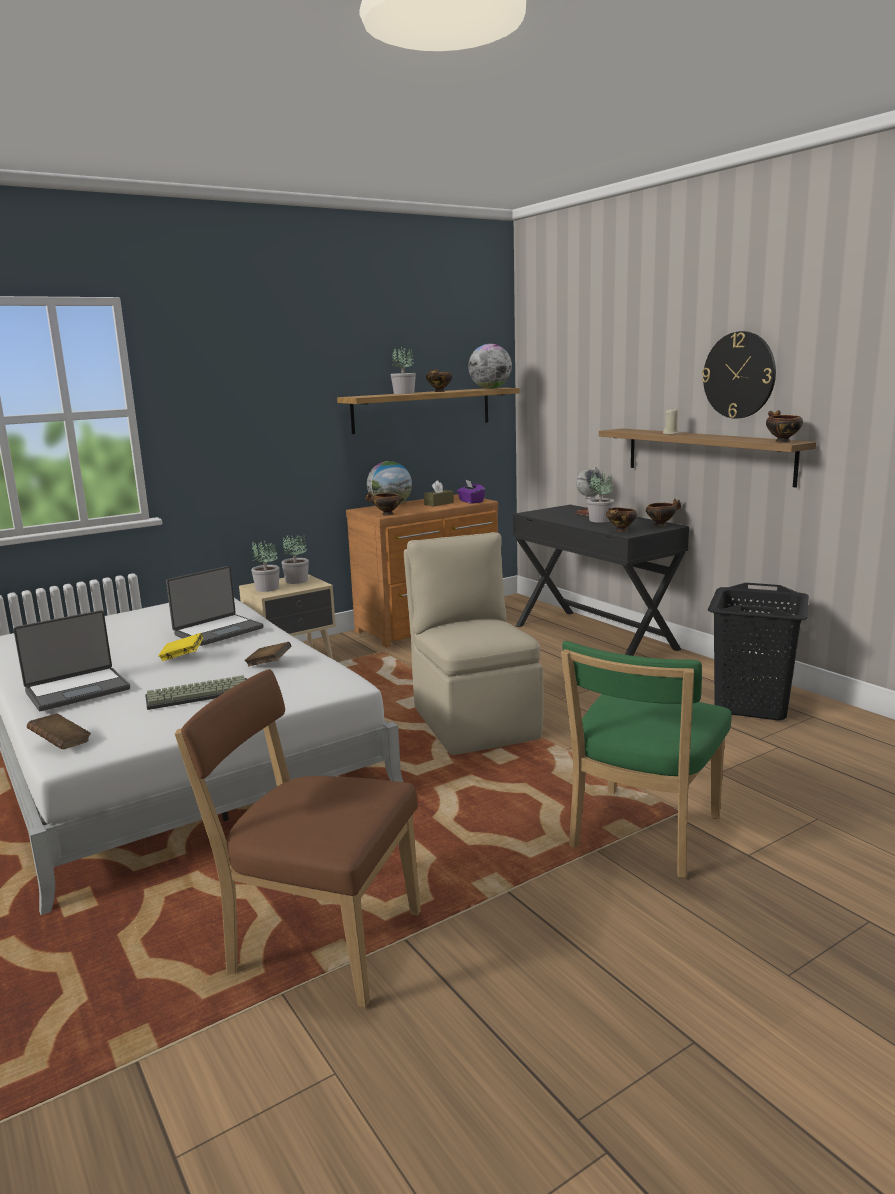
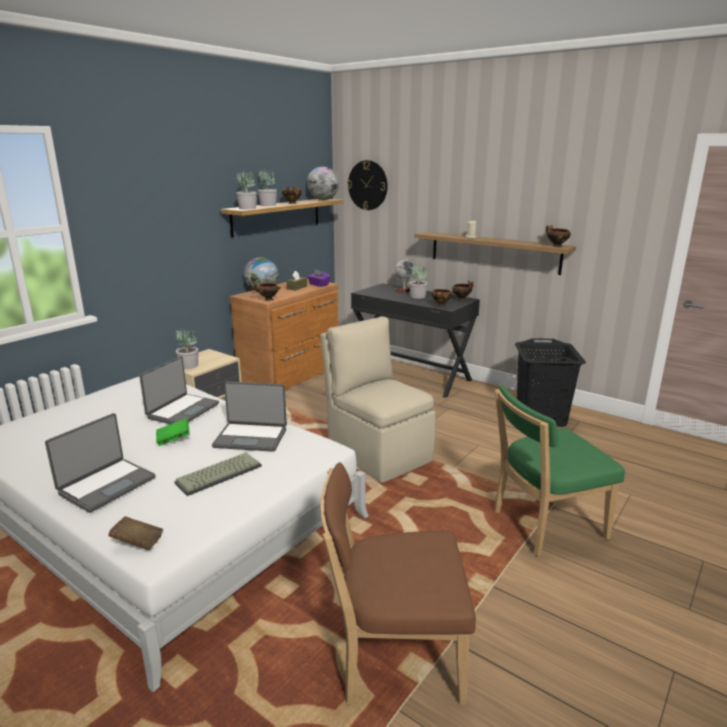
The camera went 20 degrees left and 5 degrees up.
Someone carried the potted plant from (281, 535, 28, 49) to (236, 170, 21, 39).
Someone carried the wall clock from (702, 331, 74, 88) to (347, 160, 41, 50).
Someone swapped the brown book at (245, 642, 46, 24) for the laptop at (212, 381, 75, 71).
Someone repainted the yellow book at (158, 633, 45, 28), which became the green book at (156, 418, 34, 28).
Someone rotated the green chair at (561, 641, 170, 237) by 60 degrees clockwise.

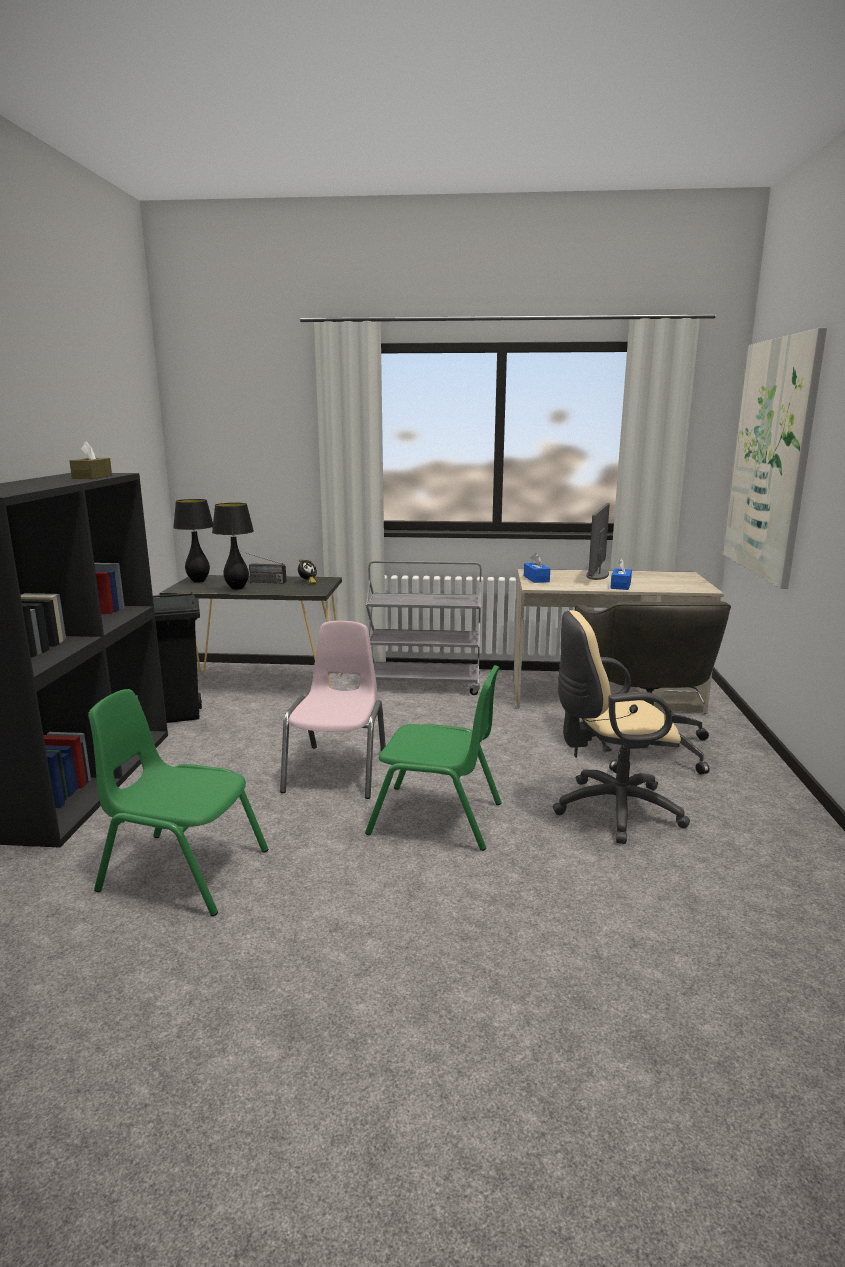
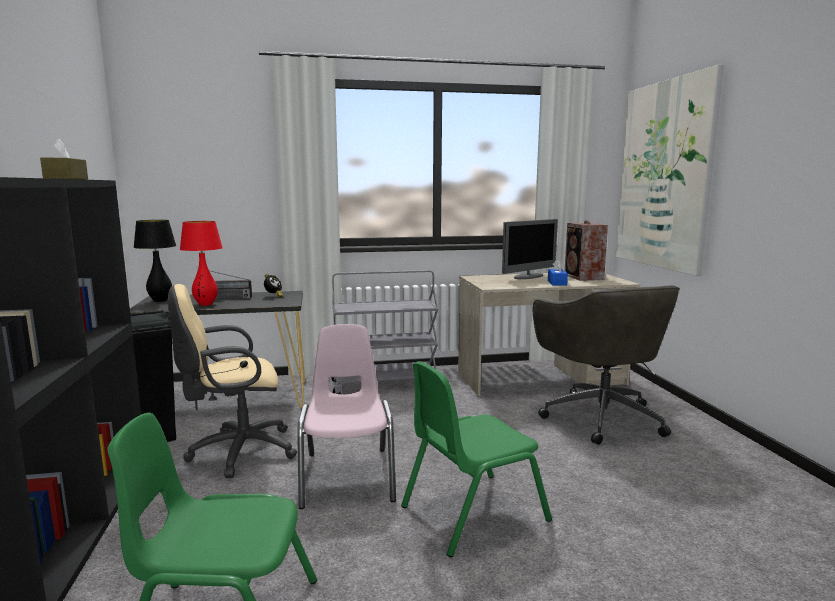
The camera went 15 degrees left and 5 degrees down.
Someone took away the blue tissue box at (524, 553, 26, 30).
Someone put down the speaker at (565, 221, 43, 60).
Someone carried the beige office chair from (553, 610, 137, 234) to (168, 284, 129, 194).
Someone repainted the black table lamp at (212, 503, 42, 87), which became the red table lamp at (180, 221, 43, 85).
Someone rotated the green chair at (365, 665, 137, 186) by 150 degrees clockwise.
Someone rotated the monitor at (586, 503, 24, 77) by 135 degrees counterclockwise.

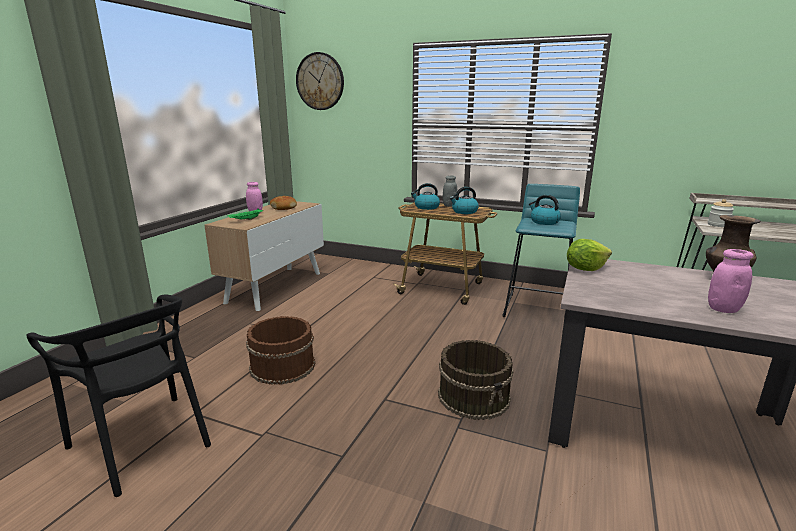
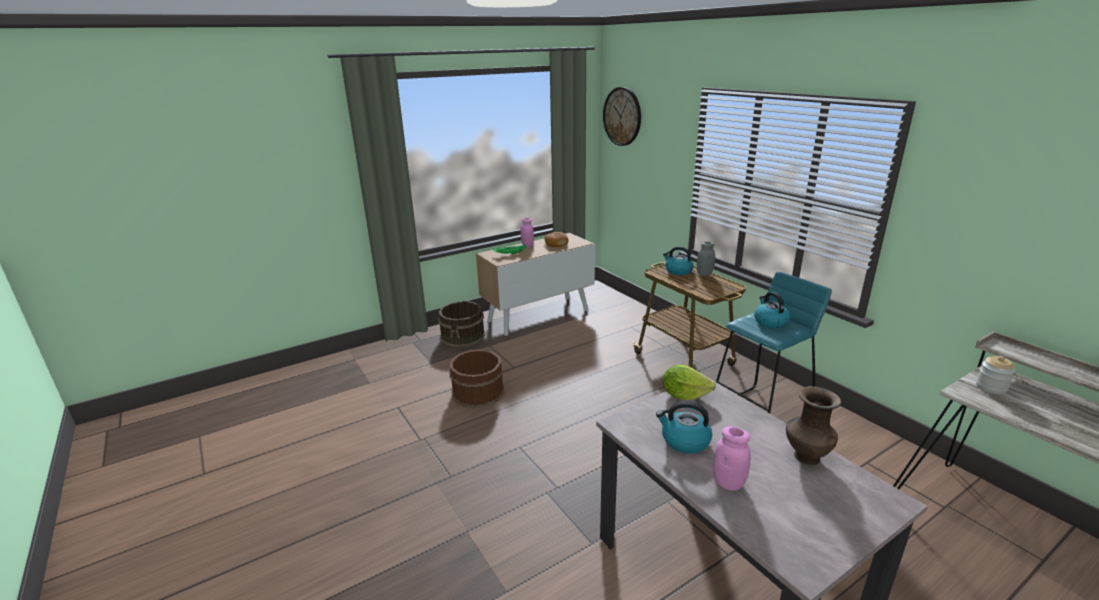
The camera went 35 degrees right and 5 degrees up.
Someone took away the black chair at (26, 295, 185, 202).
Someone carried the brown bucket from (438, 340, 76, 80) to (438, 301, 47, 46).
Someone carried the kettle from (450, 187, 29, 27) to (656, 401, 56, 53).

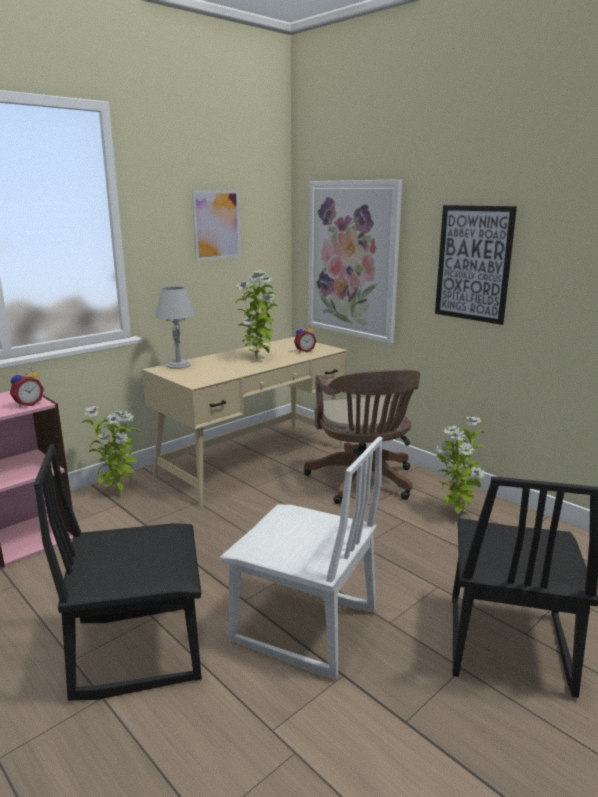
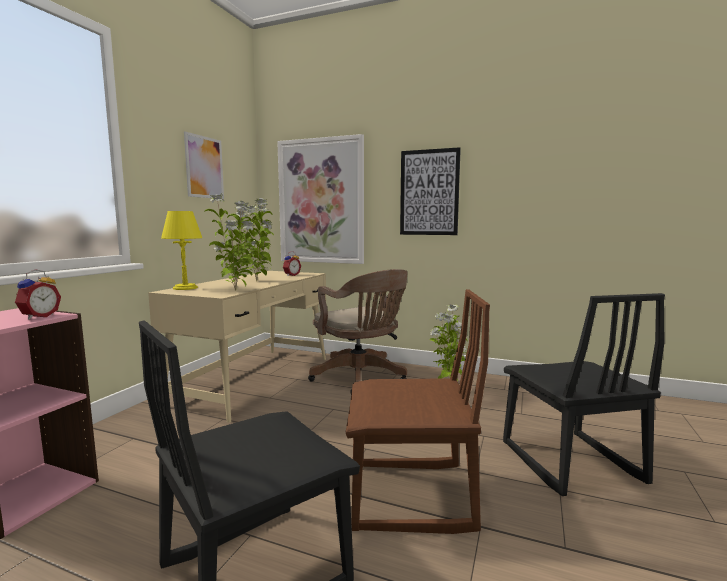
The camera went 25 degrees left and 10 degrees down.
Someone carried the potted plant from (83, 406, 56, 87) to (205, 193, 51, 98).
Someone repainted the grey table lamp at (155, 286, 40, 83), which became the yellow table lamp at (161, 211, 42, 79).
Someone repainted the white chair at (220, 436, 163, 243), which became the brown chair at (346, 289, 144, 245).

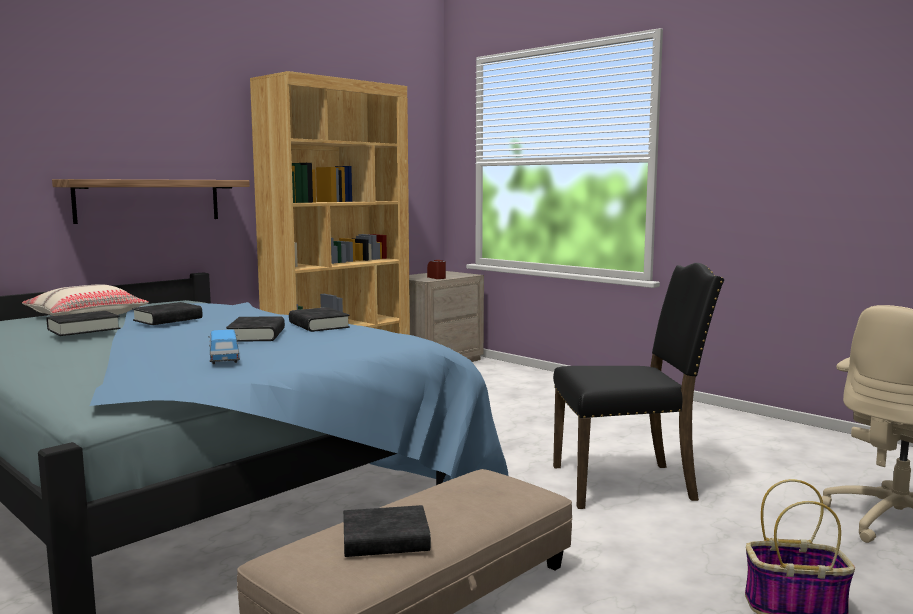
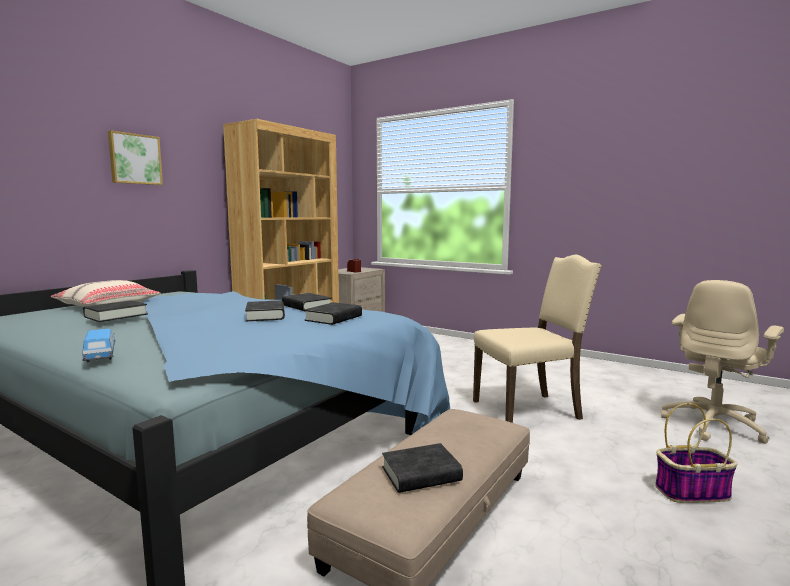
The camera went 10 degrees left and 0 degrees up.
Someone took away the shelf at (52, 179, 198, 45).
Someone put up the picture at (108, 130, 55, 55).
Someone carried the black book from (132, 302, 71, 23) to (304, 302, 58, 23).
Someone carried the toy car from (209, 329, 31, 35) to (82, 329, 33, 33).
Someone repainted the black chair at (553, 263, 171, 246), which became the beige chair at (473, 255, 129, 168).

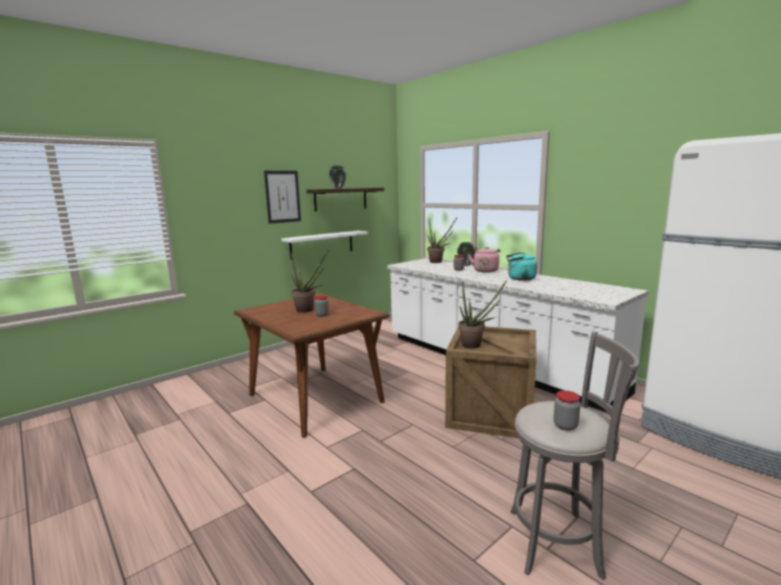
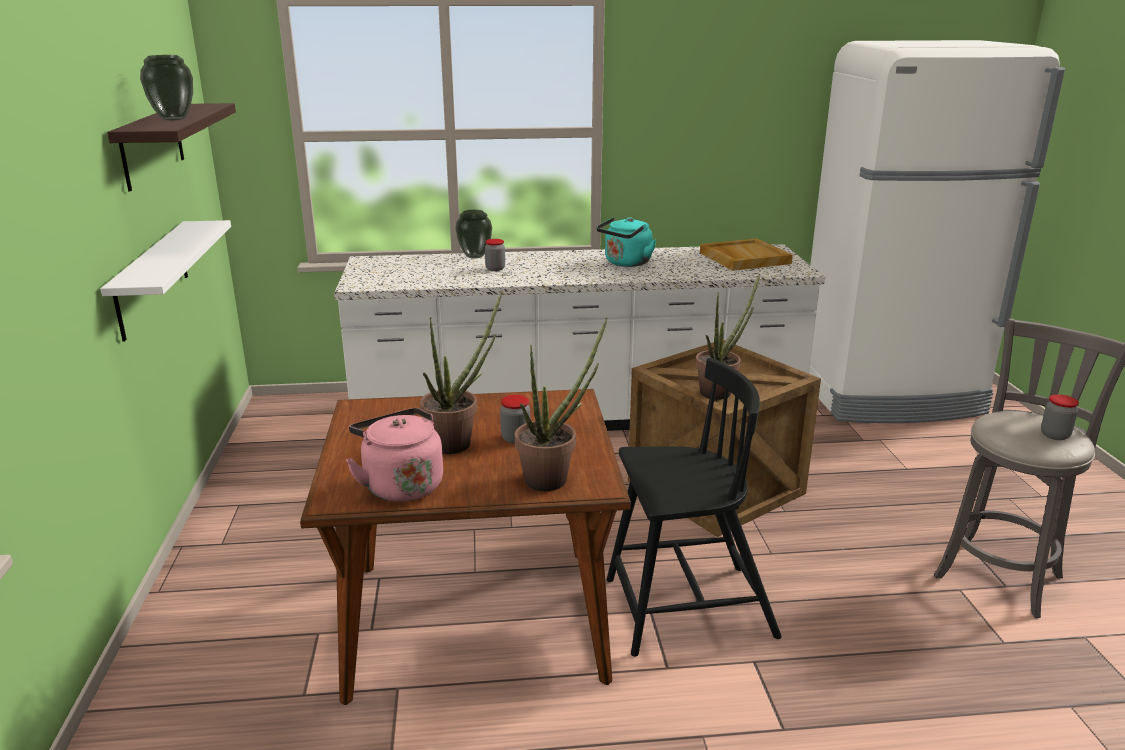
The camera went 55 degrees left and 10 degrees up.
Someone took away the picture at (264, 171, 37, 53).
Someone put down the black chair at (607, 358, 175, 299).
Someone put down the beige tray at (700, 238, 93, 33).
Someone carried the potted plant from (427, 218, 30, 45) to (515, 318, 92, 173).
Someone carried the pink kettle from (469, 247, 31, 26) to (346, 408, 97, 94).

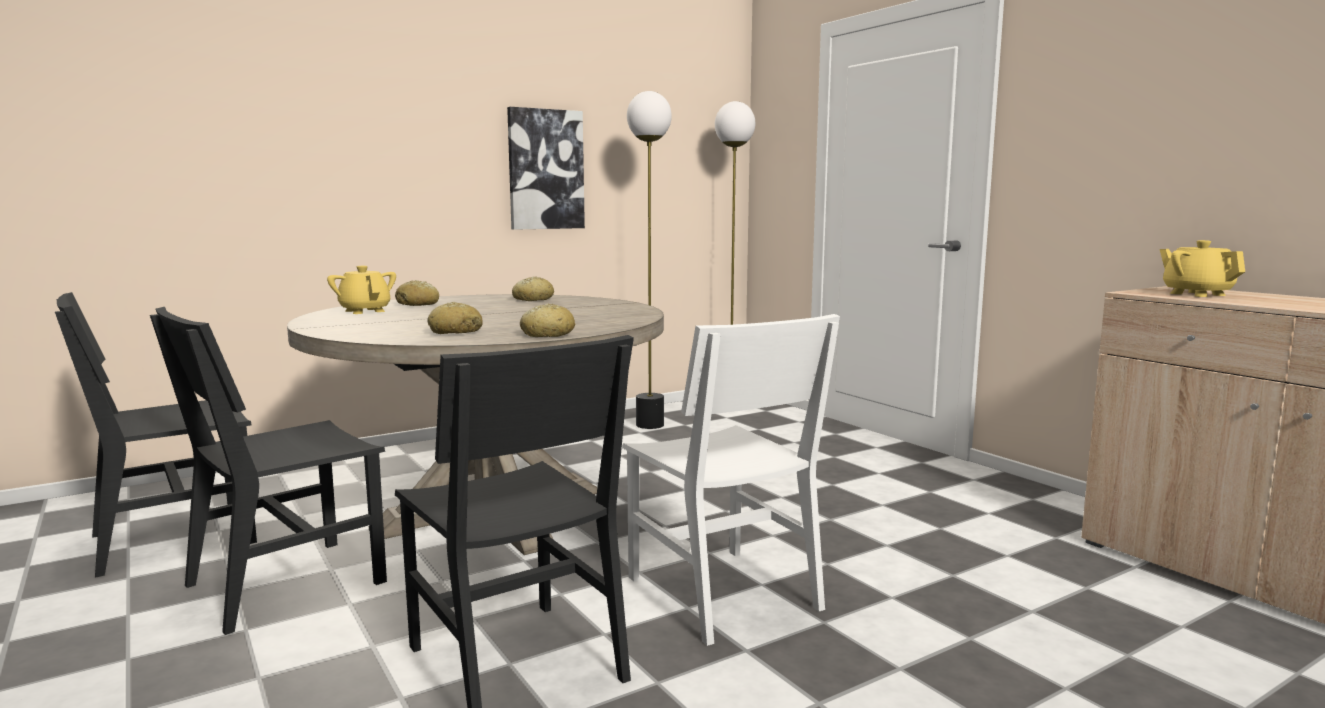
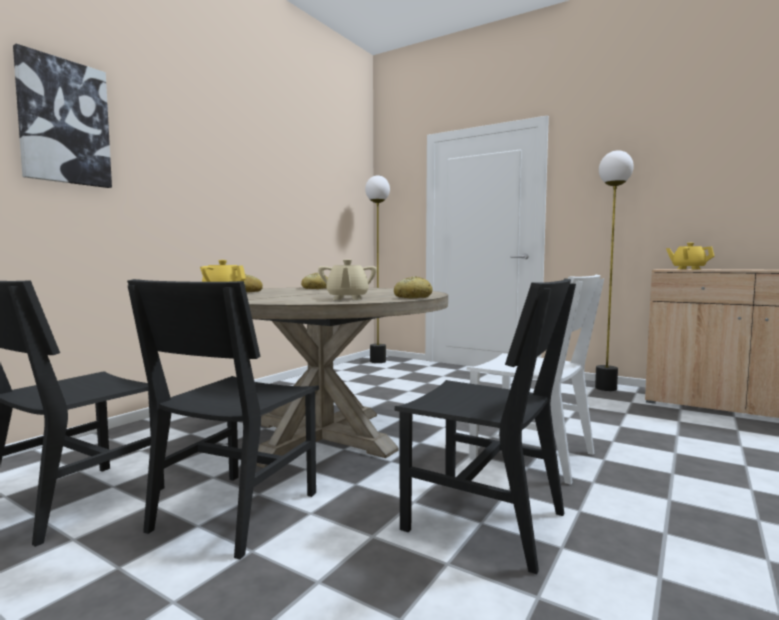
The camera went 25 degrees left and 5 degrees down.
Someone carried the picture from (507, 107, 78, 123) to (13, 44, 99, 144).
Someone carried the floor lamp from (627, 91, 45, 338) to (595, 150, 39, 241).
Someone swapped the bread at (428, 302, 55, 32) for the beige teapot at (318, 259, 59, 41).

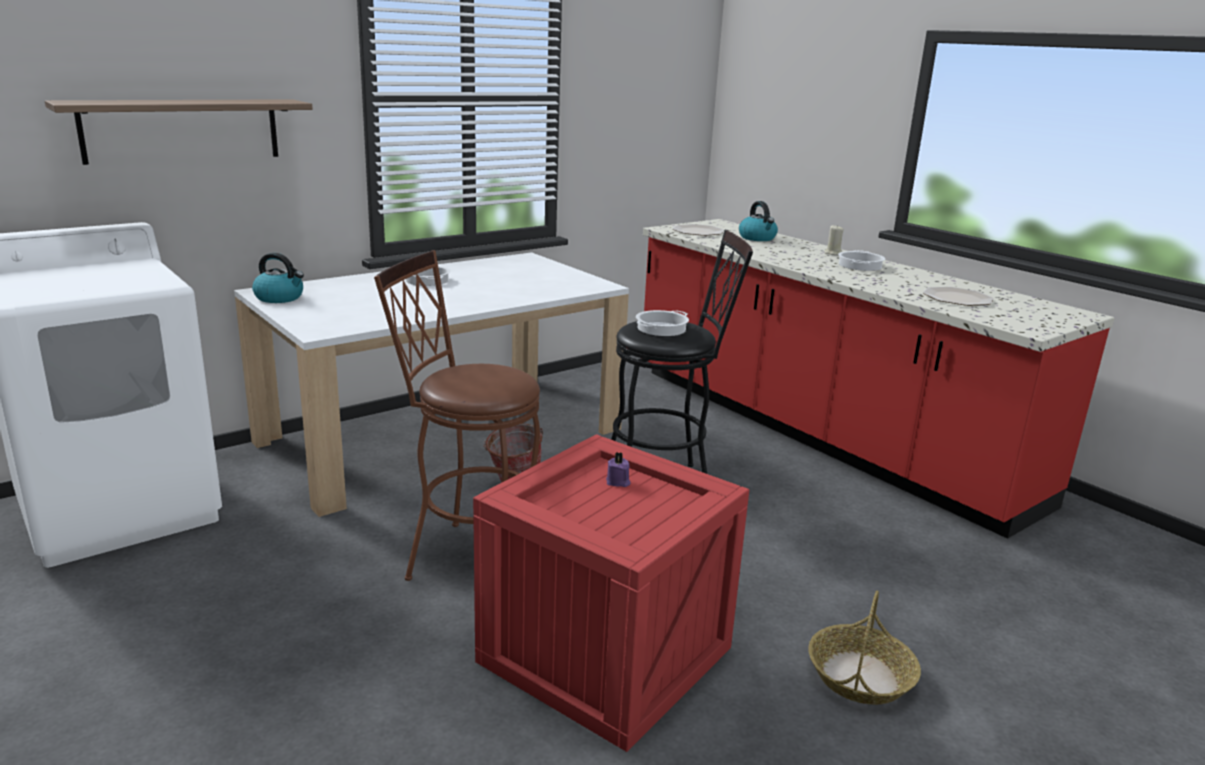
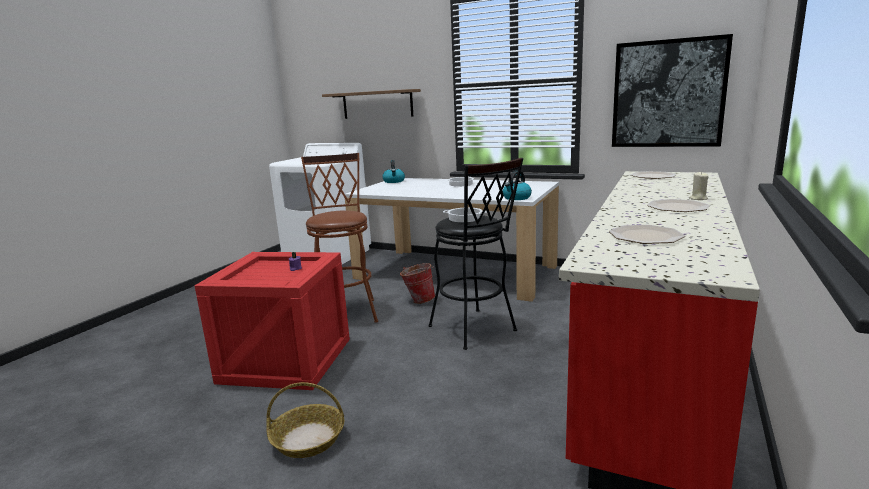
The camera went 65 degrees right and 5 degrees down.
Someone put up the picture at (612, 34, 121, 113).
Someone carried the kettle from (739, 201, 39, 40) to (503, 171, 29, 29).
Someone swapped the cooking pot at (838, 250, 47, 21) for the plate at (647, 199, 63, 13).

